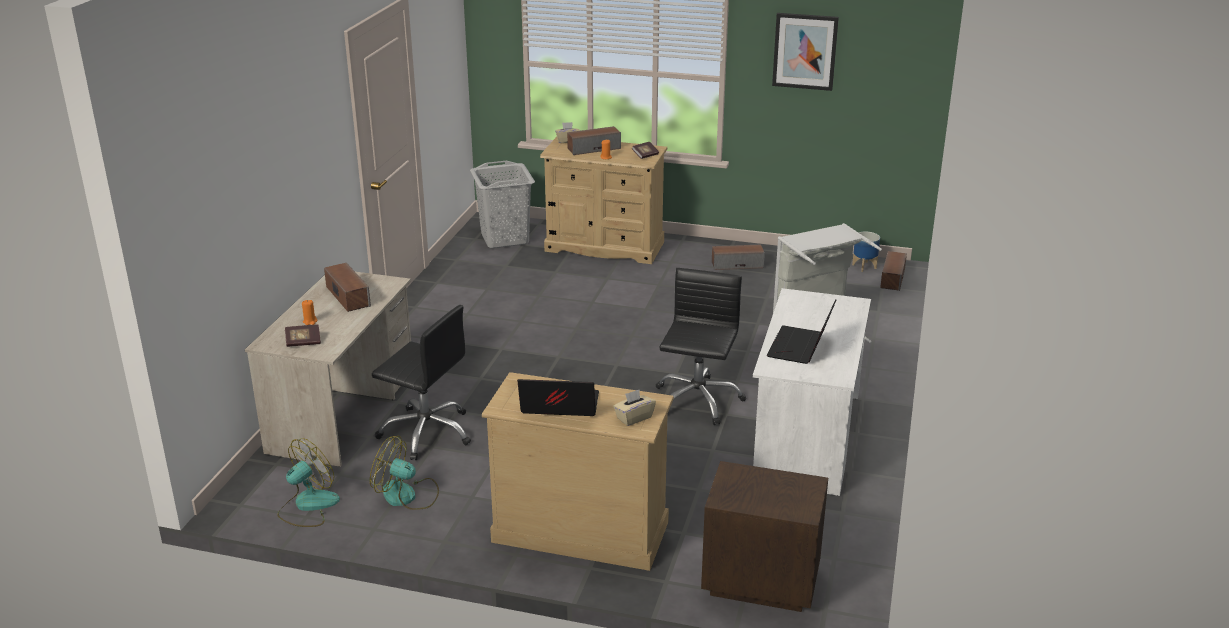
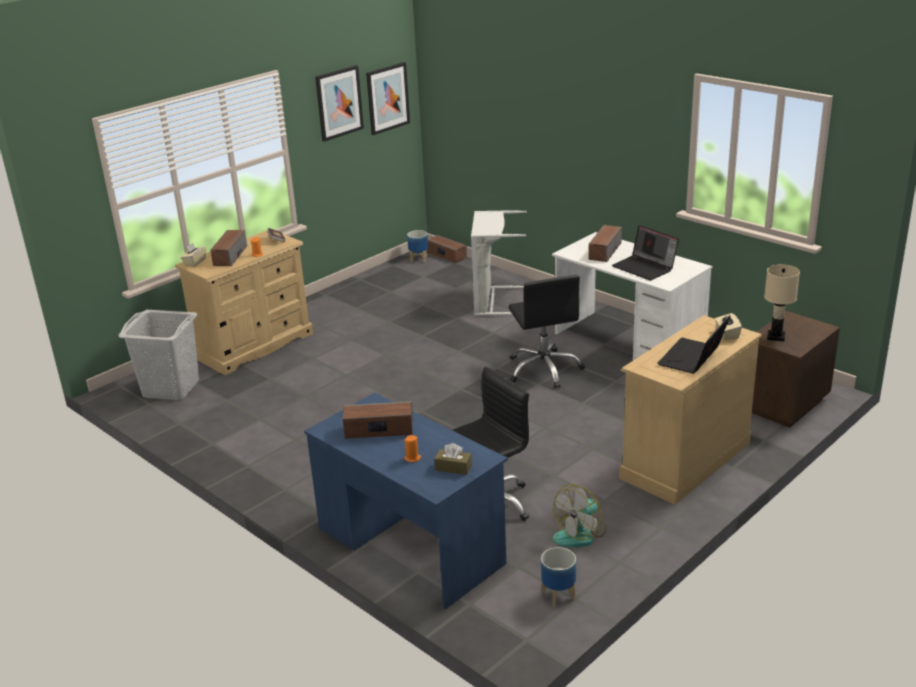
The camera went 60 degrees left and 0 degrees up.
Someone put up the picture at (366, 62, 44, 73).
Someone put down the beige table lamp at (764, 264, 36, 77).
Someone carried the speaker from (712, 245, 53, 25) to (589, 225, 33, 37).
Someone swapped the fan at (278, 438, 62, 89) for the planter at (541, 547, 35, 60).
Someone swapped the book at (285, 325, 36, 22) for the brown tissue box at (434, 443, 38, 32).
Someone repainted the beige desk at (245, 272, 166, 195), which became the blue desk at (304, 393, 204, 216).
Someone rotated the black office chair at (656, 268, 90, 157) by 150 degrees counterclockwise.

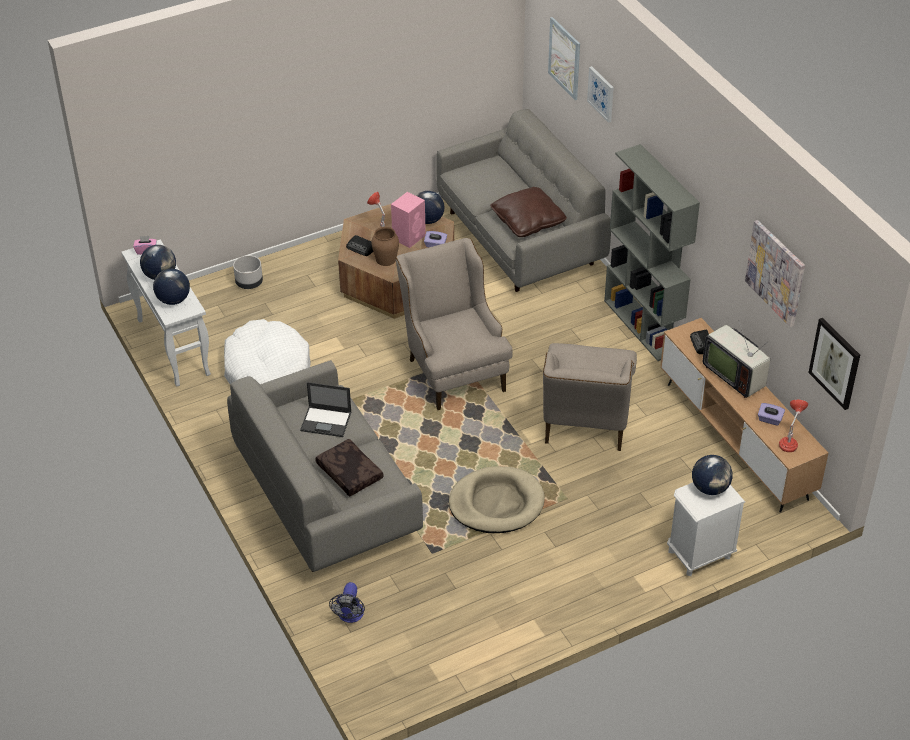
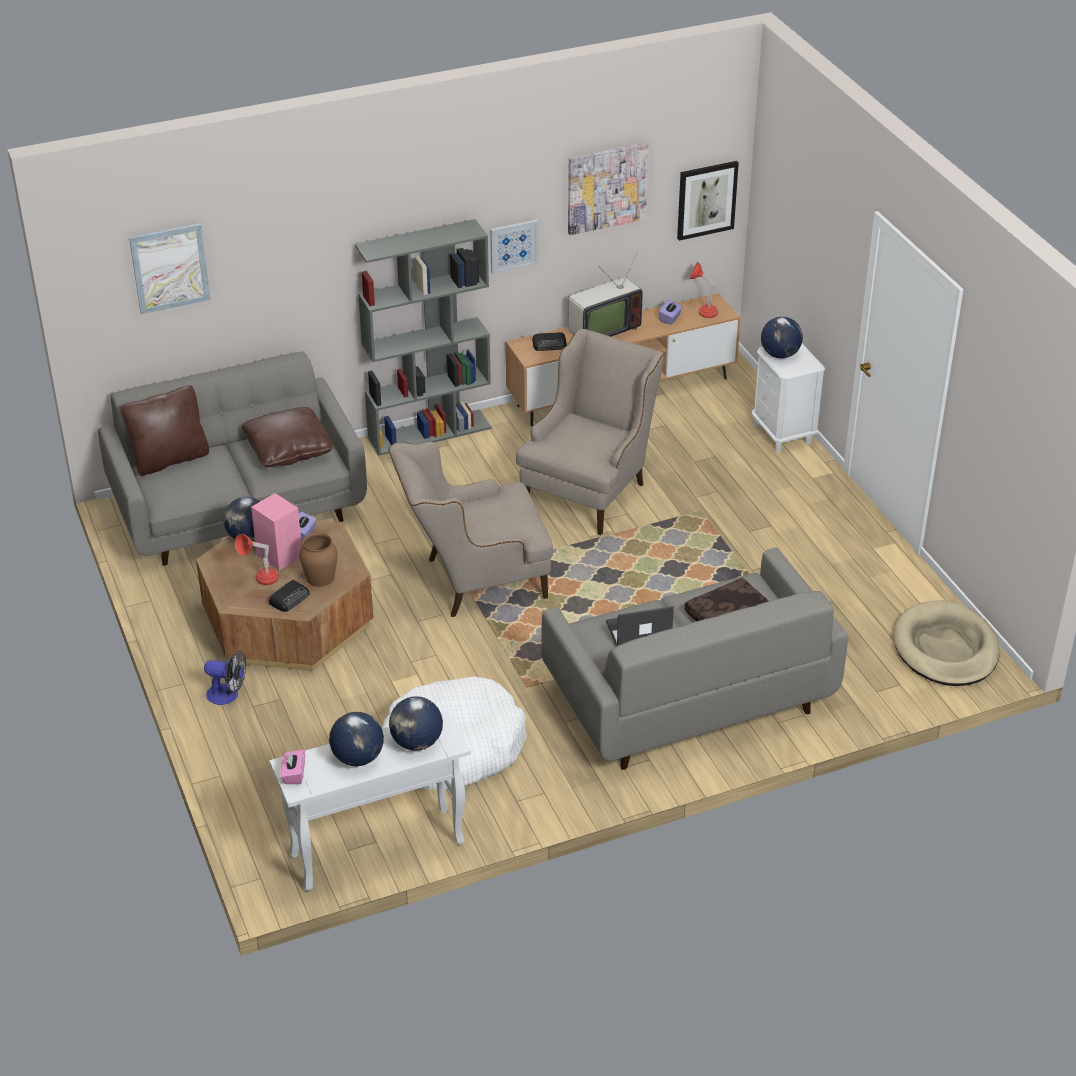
The camera went 85 degrees left and 5 degrees down.
Someone took away the grey planter at (233, 255, 30, 34).
Someone put down the brown pillow at (120, 385, 89, 91).
Someone carried the fan from (329, 582, 36, 41) to (204, 651, 42, 54).
Someone carried the beige dog bed from (449, 466, 95, 67) to (893, 600, 107, 86).
Someone carried the picture from (587, 66, 27, 57) to (490, 220, 48, 54).
Someone rotated the laptop at (300, 382, 51, 55) by 120 degrees counterclockwise.
Someone rotated the beige armchair at (543, 343, 94, 108) by 75 degrees counterclockwise.

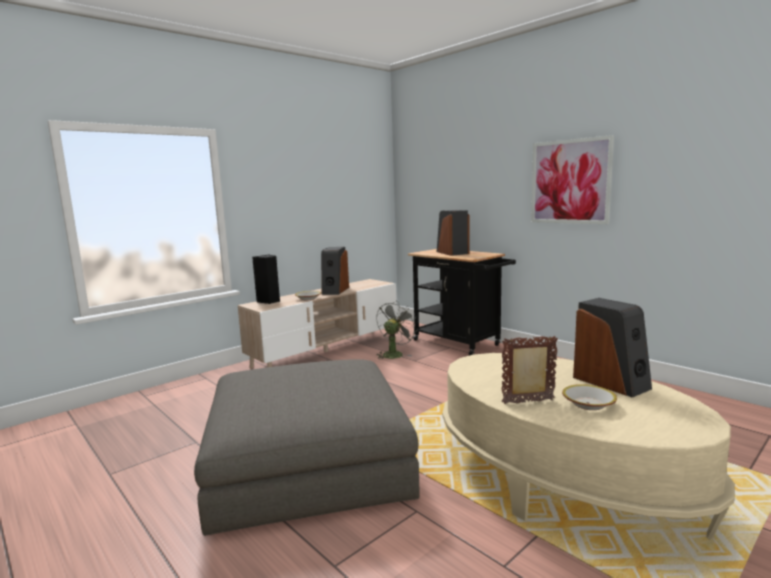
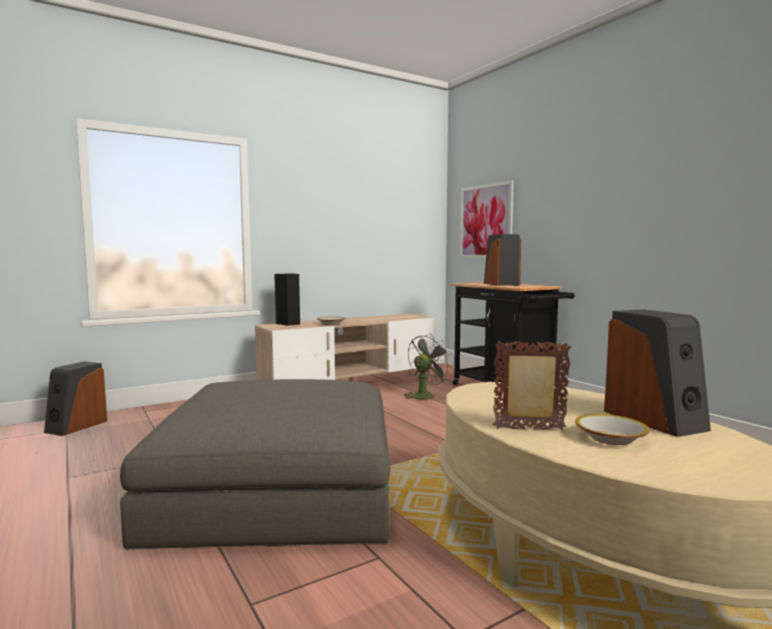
The camera went 10 degrees right and 5 degrees down.
Someone carried the speaker from (321, 247, 28, 48) to (44, 361, 63, 75).
Someone carried the picture from (531, 135, 83, 89) to (460, 180, 54, 78).

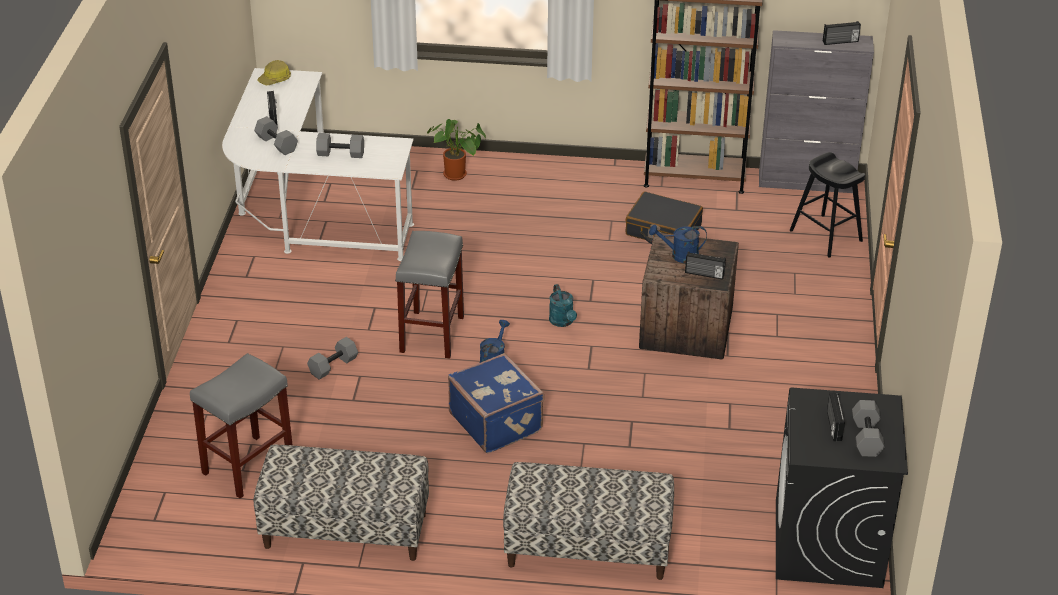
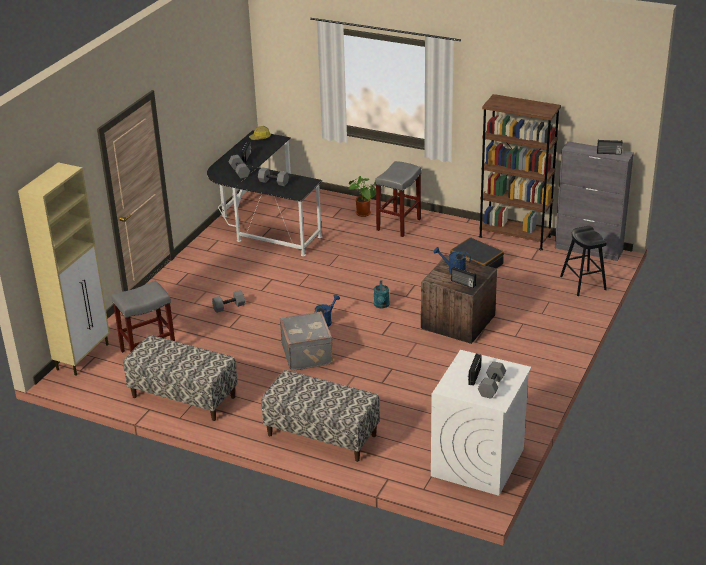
The camera went 20 degrees right and 5 degrees down.
Someone put down the beige cabinet at (18, 162, 92, 213).
Someone carried the grey stool from (395, 231, 69, 127) to (375, 161, 46, 76).
Someone repainted the white desk at (222, 68, 192, 193), which became the black desk at (207, 130, 115, 126).
Someone repainted the blue suitcase at (448, 353, 96, 100), which became the grey suitcase at (280, 311, 53, 60).
Someone repainted the black washing machine at (776, 387, 132, 201), which became the white washing machine at (431, 350, 100, 146).

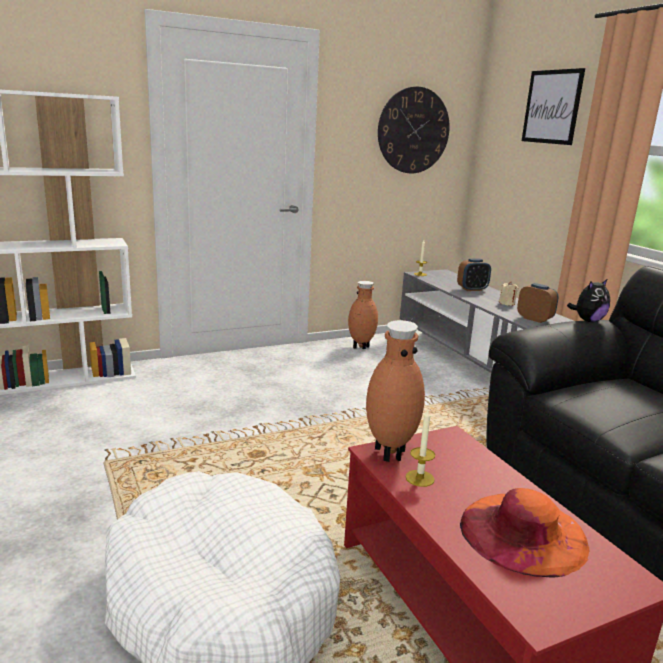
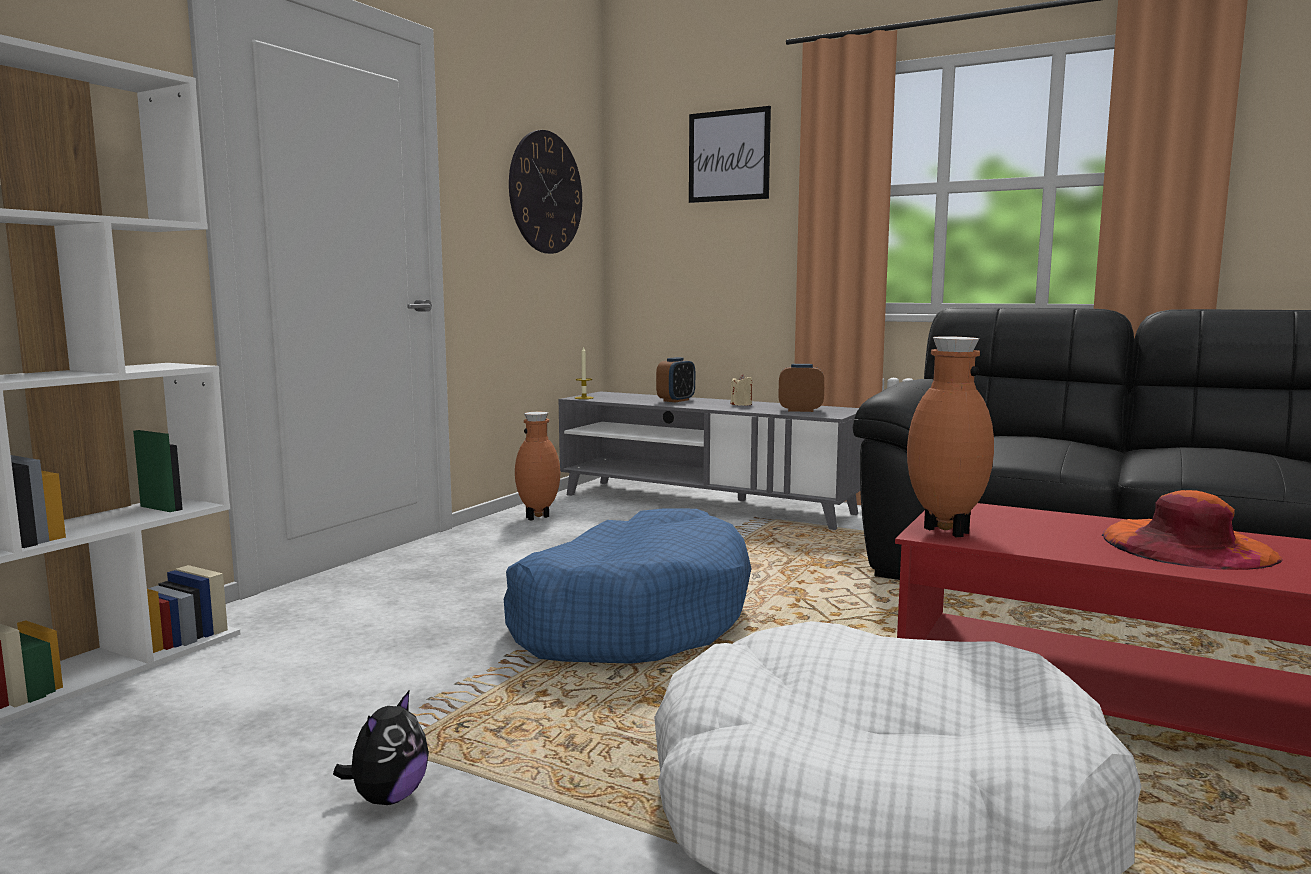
The camera went 35 degrees left and 10 degrees down.
Someone took away the candle at (406, 410, 29, 77).
Someone put down the blue dog bed at (504, 509, 248, 155).
Someone carried the plush toy from (567, 279, 43, 43) to (333, 690, 96, 115).

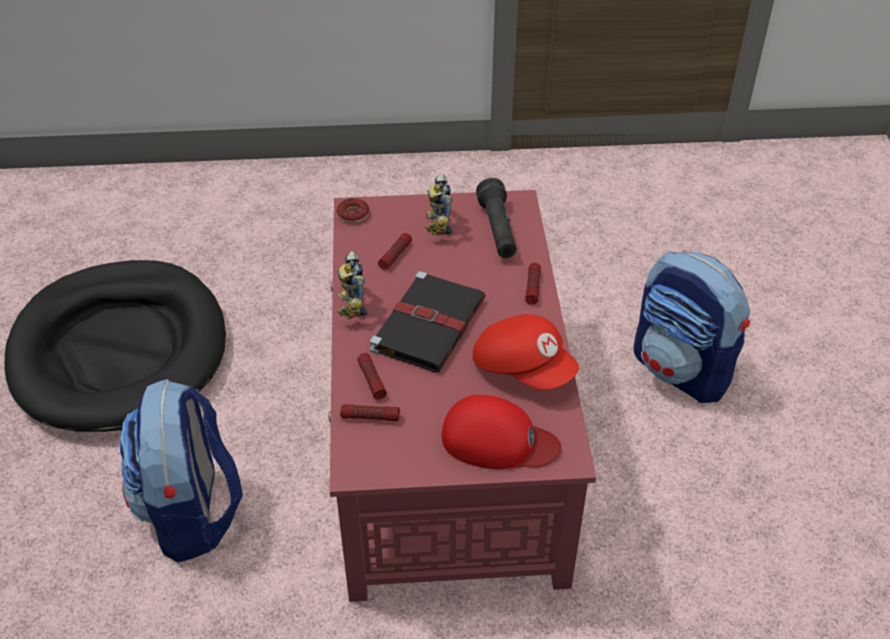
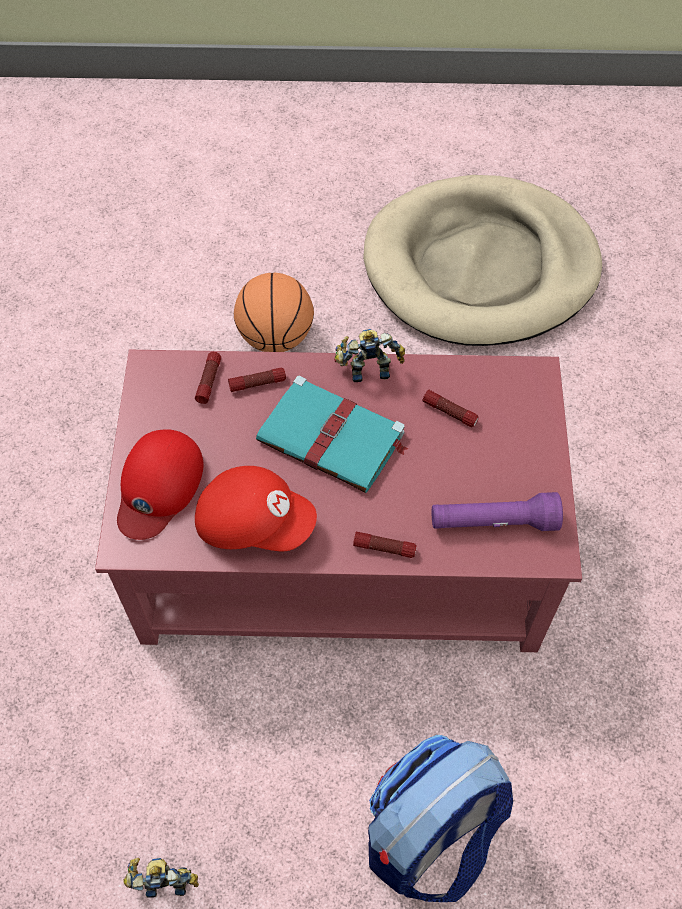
The camera went 95 degrees right and 15 degrees up.
Someone took away the donut at (337, 198, 32, 25).
Someone carried the toy robot from (425, 173, 28, 63) to (124, 858, 75, 40).
Someone swapped the backpack at (120, 379, 123, 183) for the basketball at (234, 273, 80, 79).
Someone repainted the black dog bed at (4, 260, 222, 172), which became the beige dog bed at (363, 175, 239, 171).
Someone repainted the black book at (370, 271, 116, 102), which became the turquoise book at (256, 375, 152, 118).
Someone repainted the black flashlight at (476, 178, 41, 80), which became the purple flashlight at (432, 492, 131, 39).
Someone rotated the red cap at (473, 314, 106, 76) by 120 degrees counterclockwise.

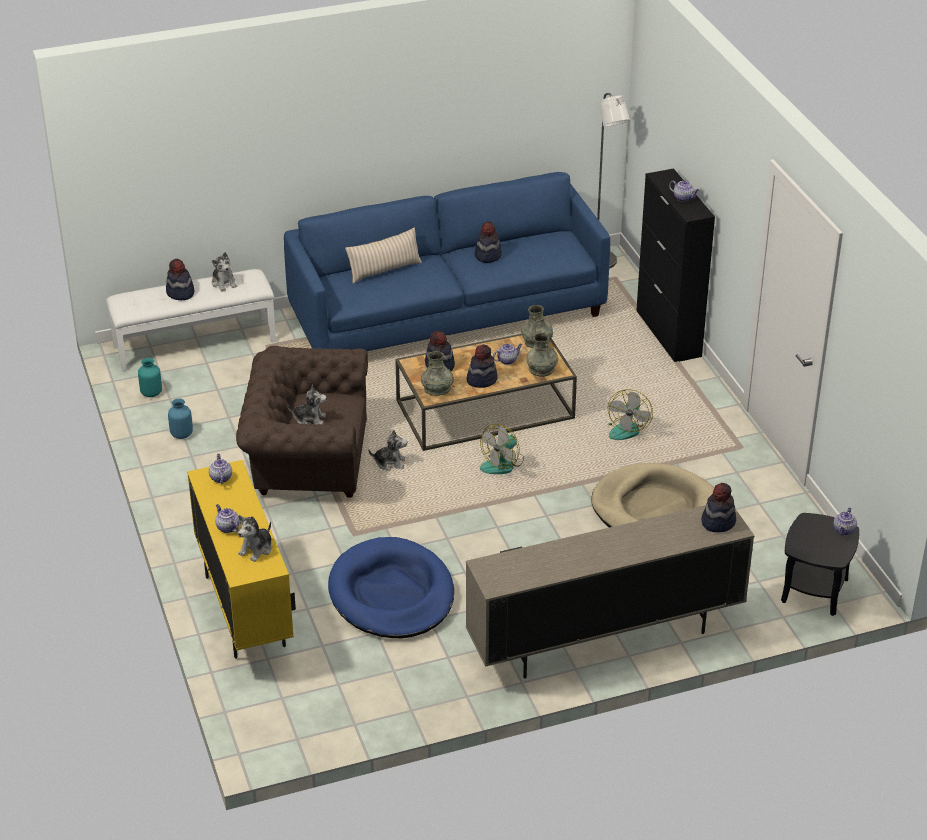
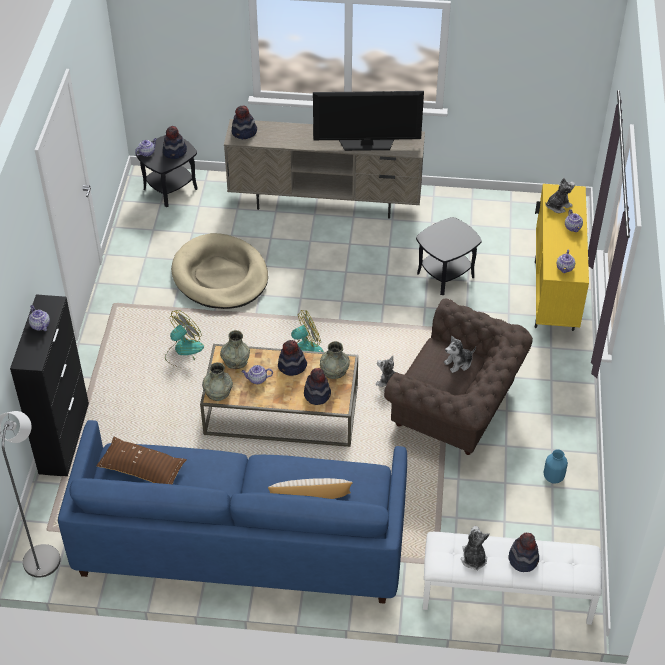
The camera went 155 degrees left and 10 degrees up.
Someone took away the turquoise vase at (138, 358, 24, 39).
Someone put down the brown pillow at (97, 437, 90, 47).
Someone put down the television at (313, 91, 111, 60).
Someone carried the hat from (475, 221, 27, 42) to (163, 126, 24, 33).
Someone swapped the blue dog bed at (328, 537, 126, 101) for the black side table at (416, 217, 66, 78).
Someone rotated the plush toy at (287, 385, 40, 40) by 60 degrees counterclockwise.

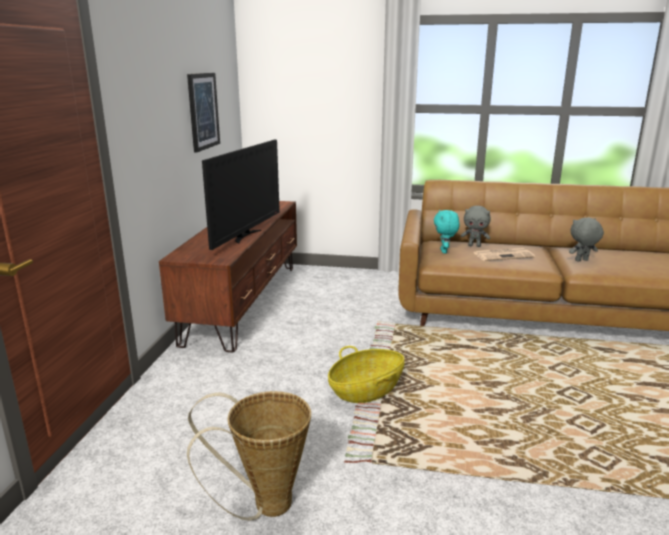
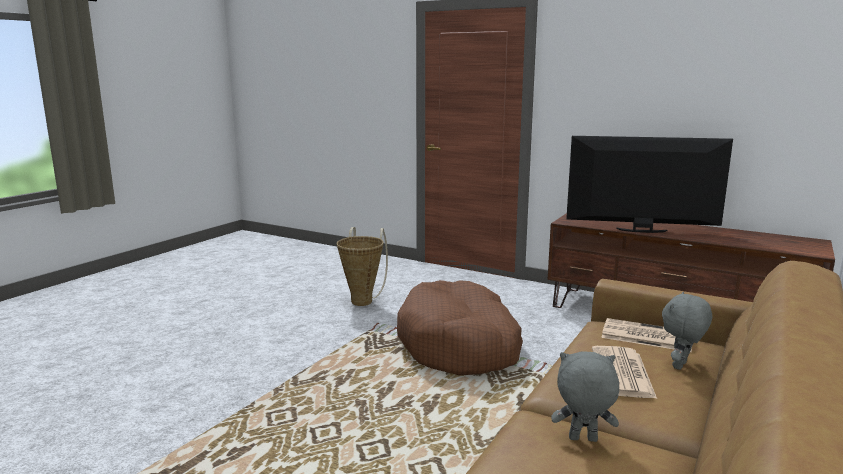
The camera went 110 degrees right and 5 degrees down.
Someone took away the picture at (187, 73, 33, 79).
Someone swapped the basket at (328, 346, 77, 57) for the brown dog bed at (397, 280, 126, 95).
Someone swapped the turquoise plush toy at (434, 210, 25, 43) for the newspaper at (601, 318, 91, 34).
Someone rotated the television at (202, 140, 78, 110) by 150 degrees clockwise.
Someone rotated the grey plush toy at (569, 218, 35, 43) by 90 degrees counterclockwise.

